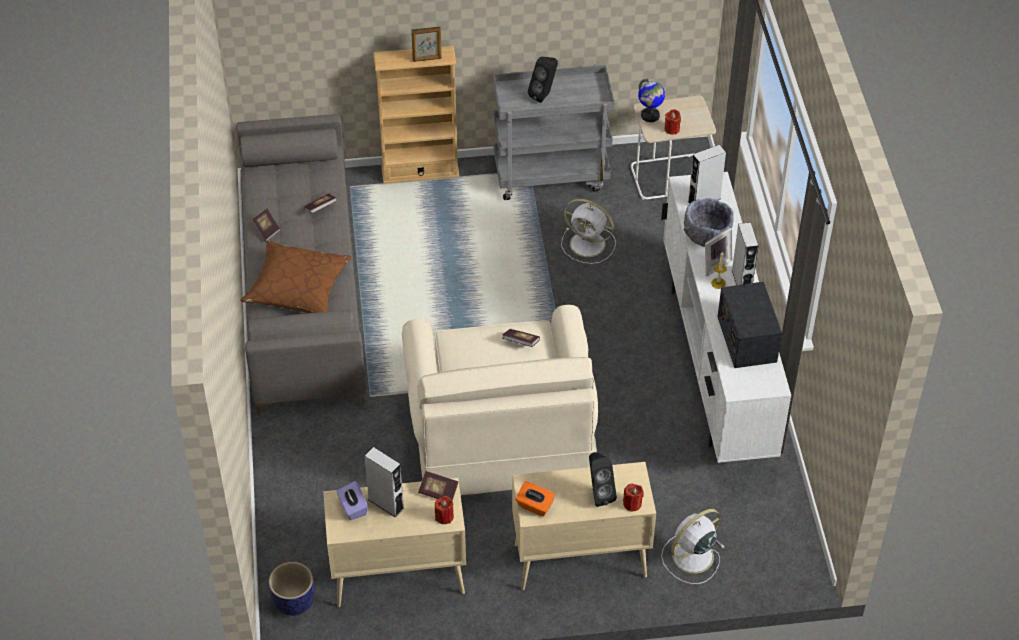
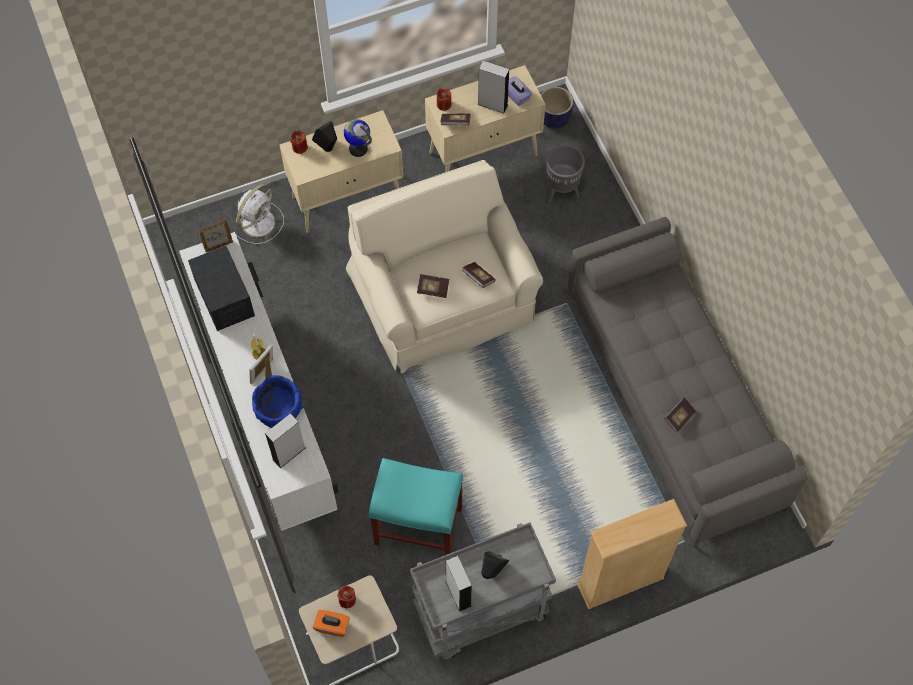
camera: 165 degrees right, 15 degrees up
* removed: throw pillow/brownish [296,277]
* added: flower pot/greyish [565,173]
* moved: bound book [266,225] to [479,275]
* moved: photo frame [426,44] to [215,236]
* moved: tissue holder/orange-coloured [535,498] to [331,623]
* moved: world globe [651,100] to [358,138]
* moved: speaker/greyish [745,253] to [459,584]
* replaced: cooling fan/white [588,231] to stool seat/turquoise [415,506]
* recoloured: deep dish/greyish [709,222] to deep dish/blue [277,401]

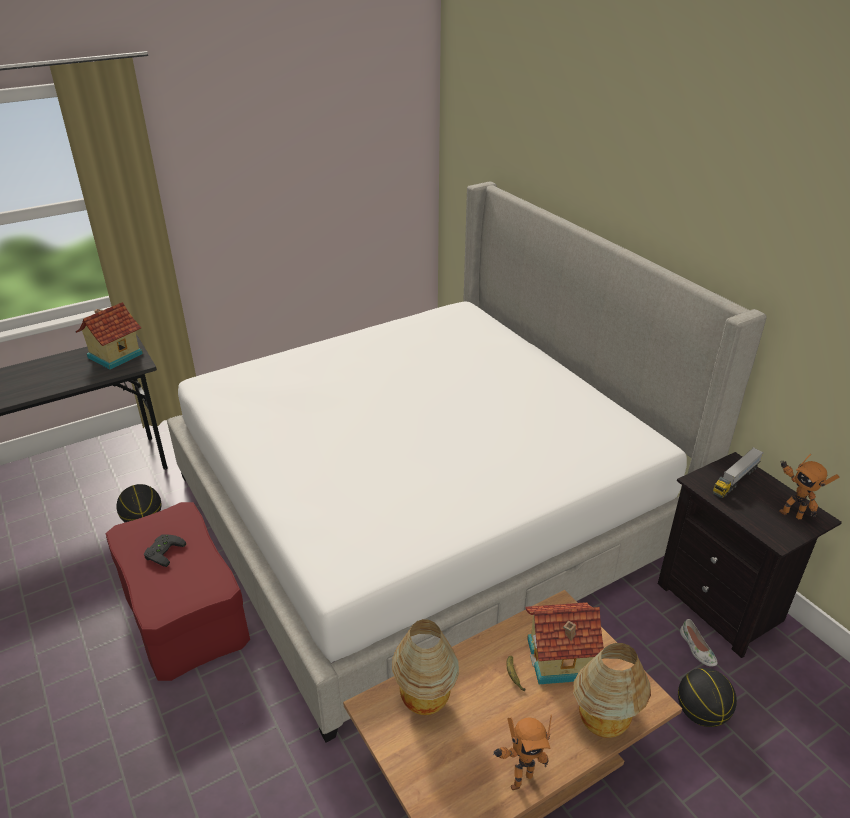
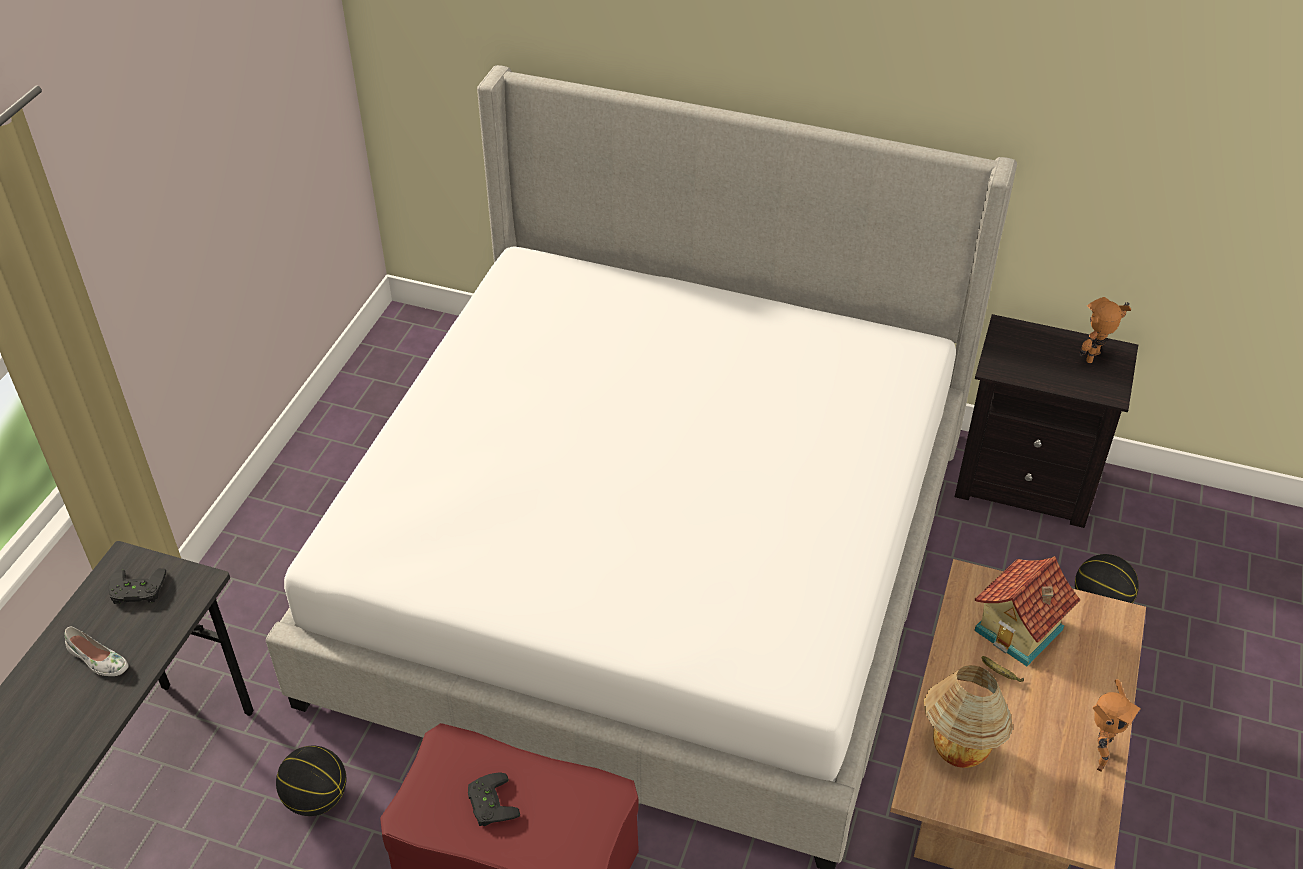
camera: 40 degrees left, 10 degrees up
* removed: table lamp [612,690]
* removed: toy truck [738,472]
* moved: item of footwear/white [699,643] to [96,651]
* replaced: toy house [109,336] to game controller/black-coloured [137,586]
* turned: robot figure [809,486] = [1106,330] 135 degrees clockwise

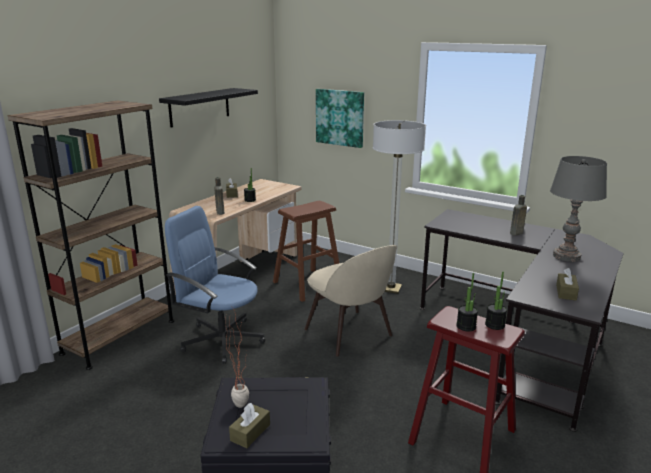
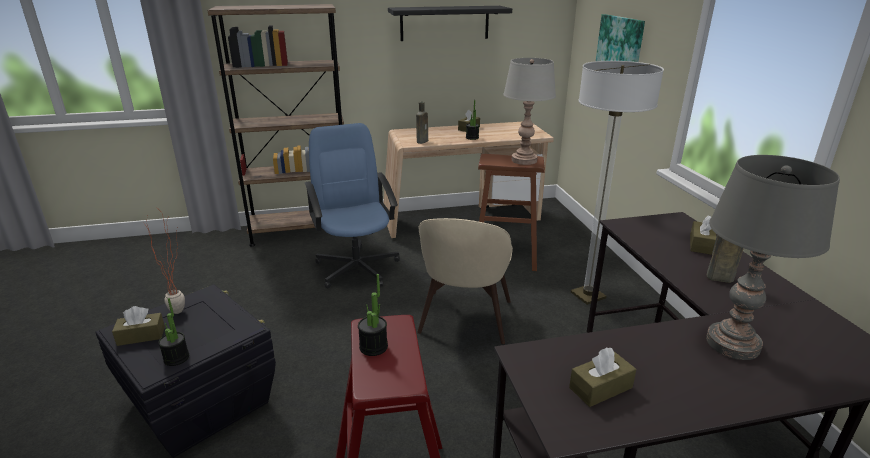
camera: 45 degrees right, 5 degrees up
* added: table lamp/greyish [529,111]
* added: tissue holder/brownish [703,235]
* moved: plant in a pot [496,301] to [173,332]

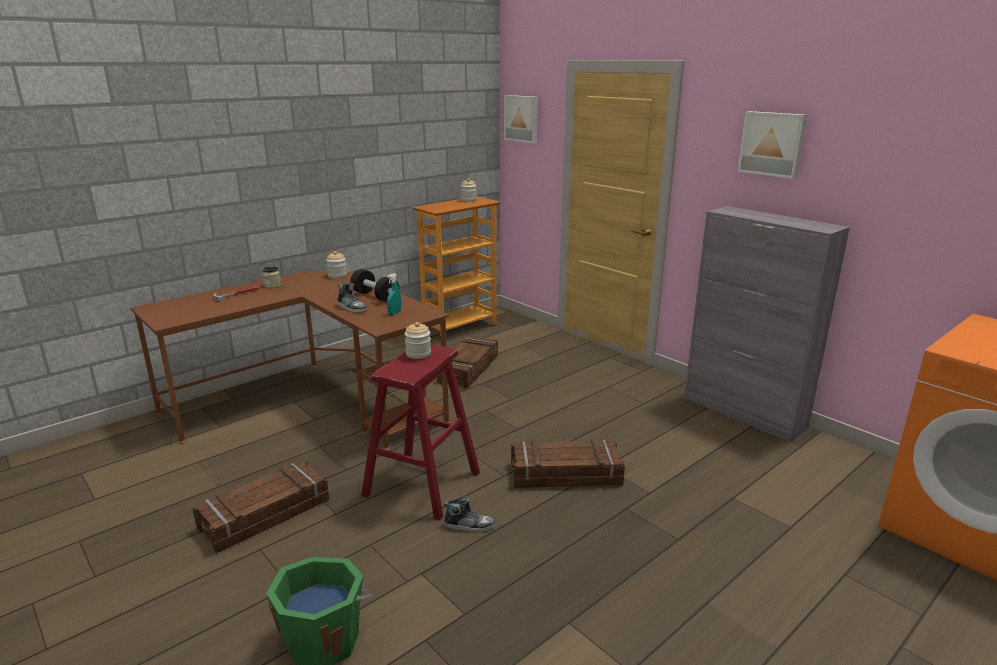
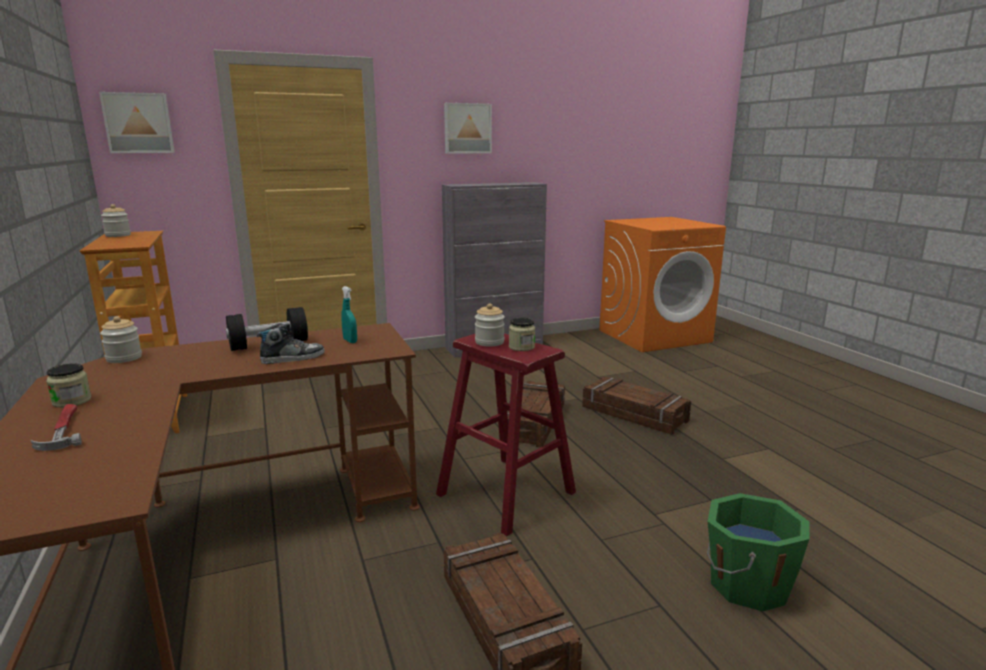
camera: 70 degrees left, 5 degrees down
* removed: item of footwear [469,514]
* added: preserve jar [522,334]
* moved: shipping crate [467,362] to [636,406]

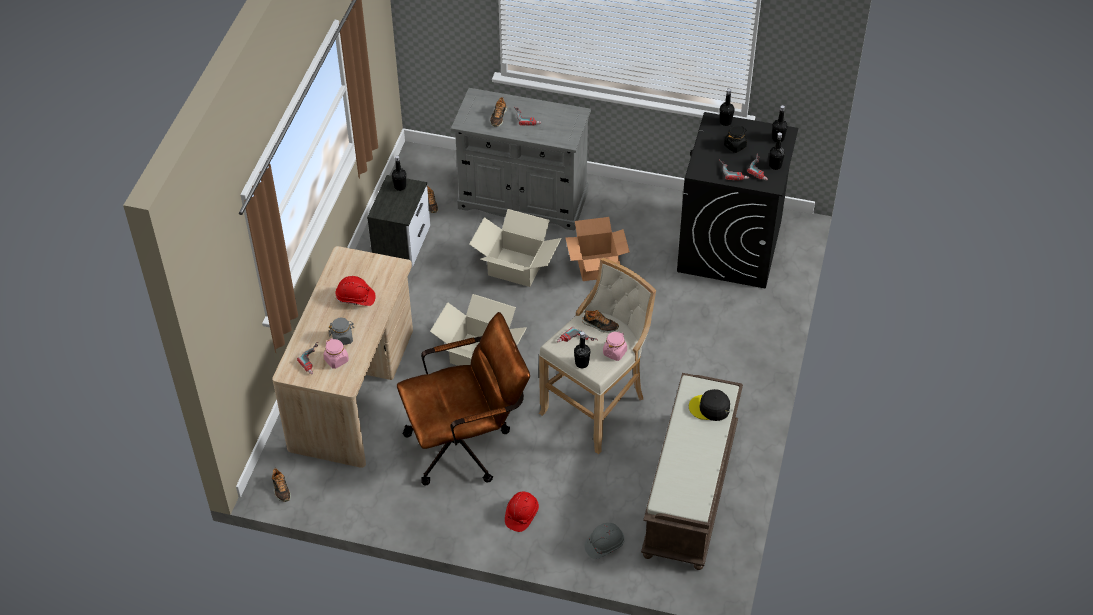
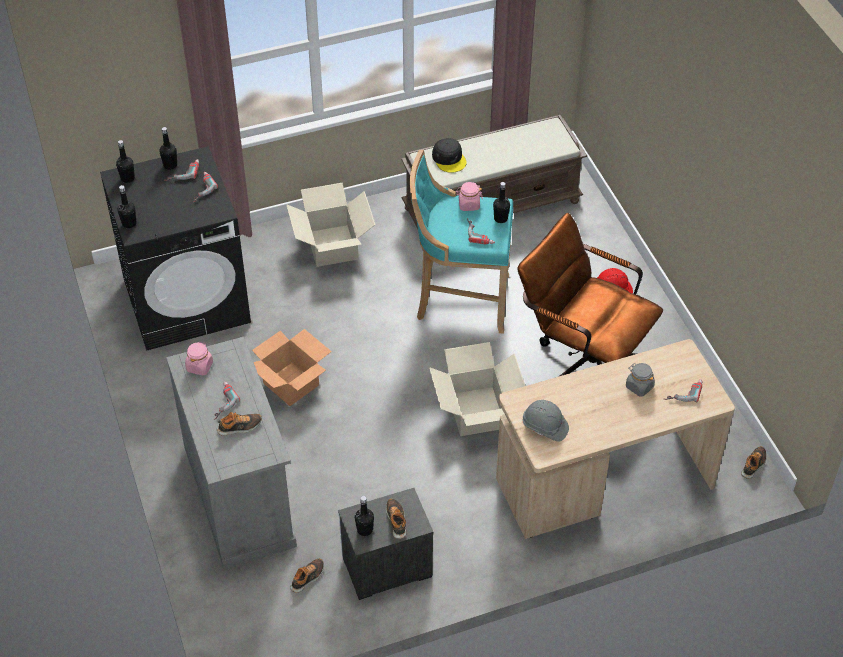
camera: 125 degrees left, 0 degrees up
* removed: hard hat/reddish [356,291]
* removed: preserve jar/black-coloured [735,139]
* moved: preserve jar/pinkish [336,354] to [199,358]
* moved: carton [515,248] to [331,225]
* moved: item of footwear [600,321] to [396,518]
* moved: hard hat/greyish [604,541] to [545,421]
* recoloured: stool seat/beige [597,356] to stool seat/turquoise [461,242]

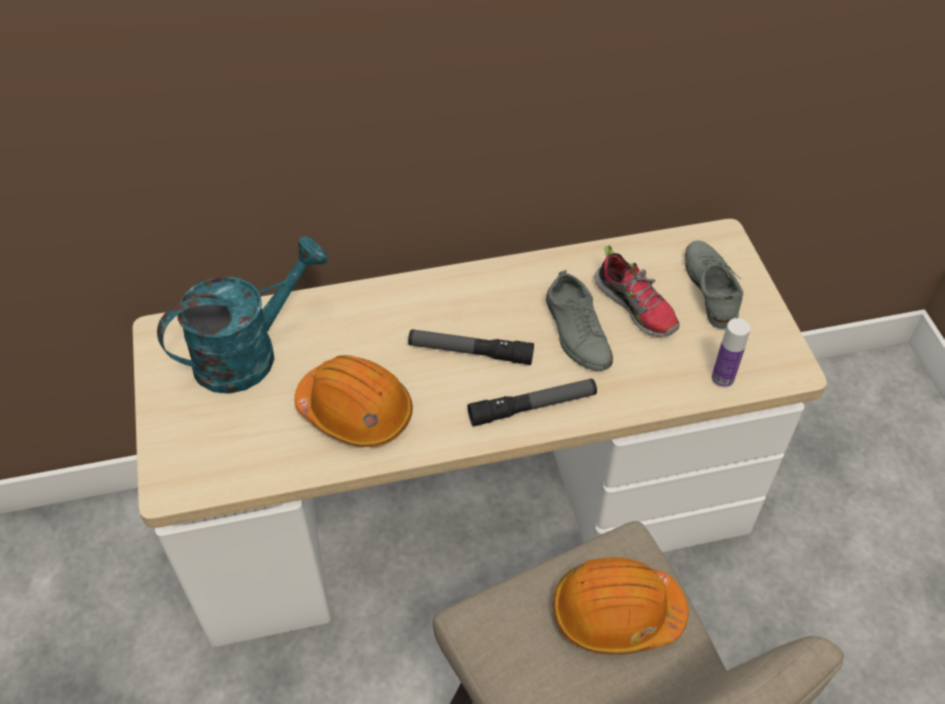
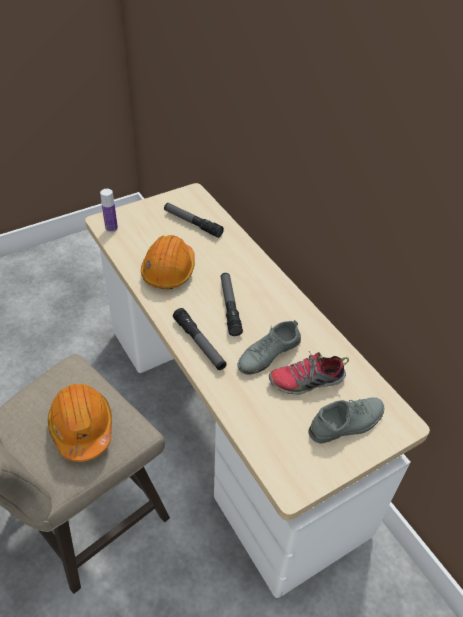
camera: 70 degrees right, 5 degrees down
* moved: bottle [731,353] to [109,210]
* replaced: watering pot/turquoise [242,315] to hand torch [194,220]
* turned: item of footwear [637,291] = [309,373] 45 degrees clockwise

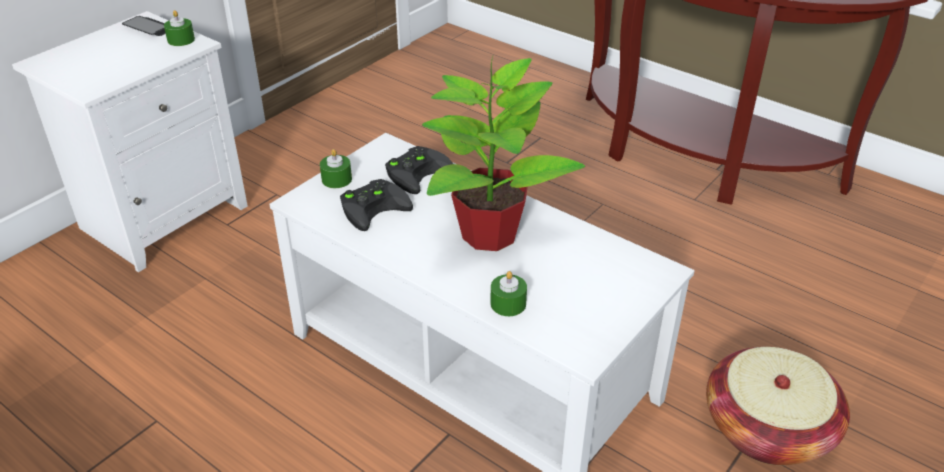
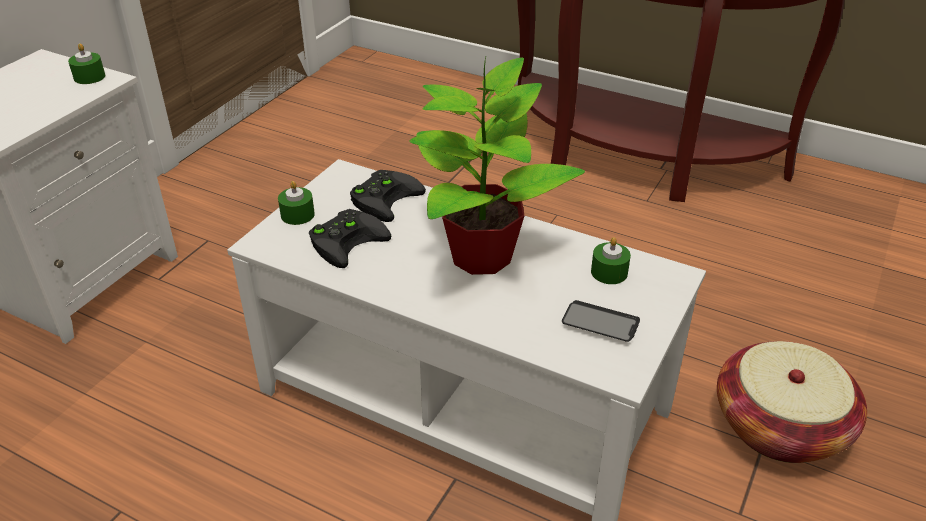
camera: 10 degrees left, 0 degrees up
* moved: telephone [144,26] to [601,321]
* moved: wax candle/greenish [508,293] to [611,260]

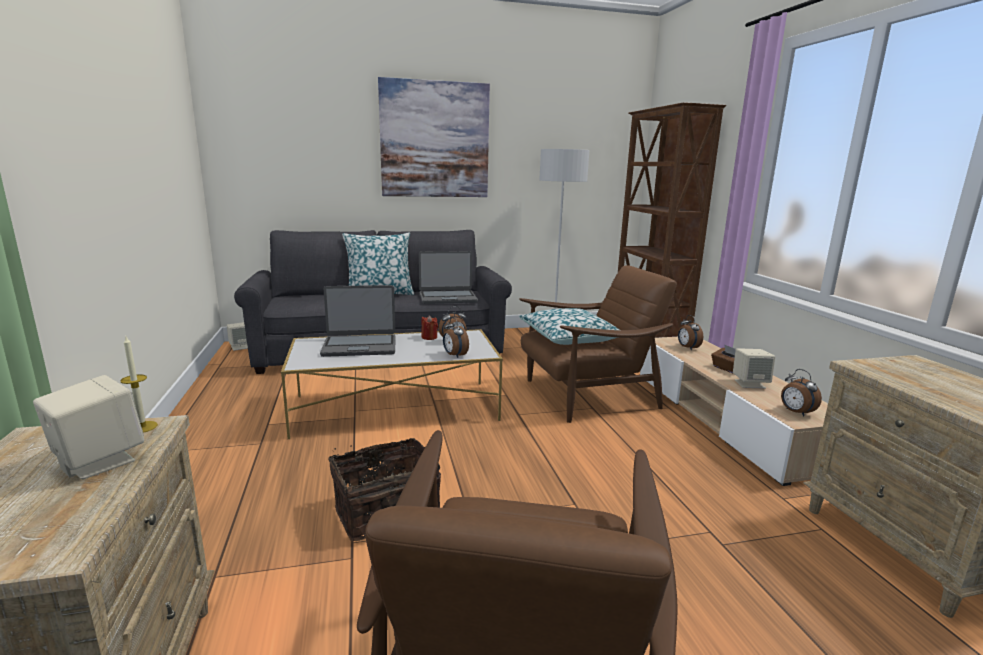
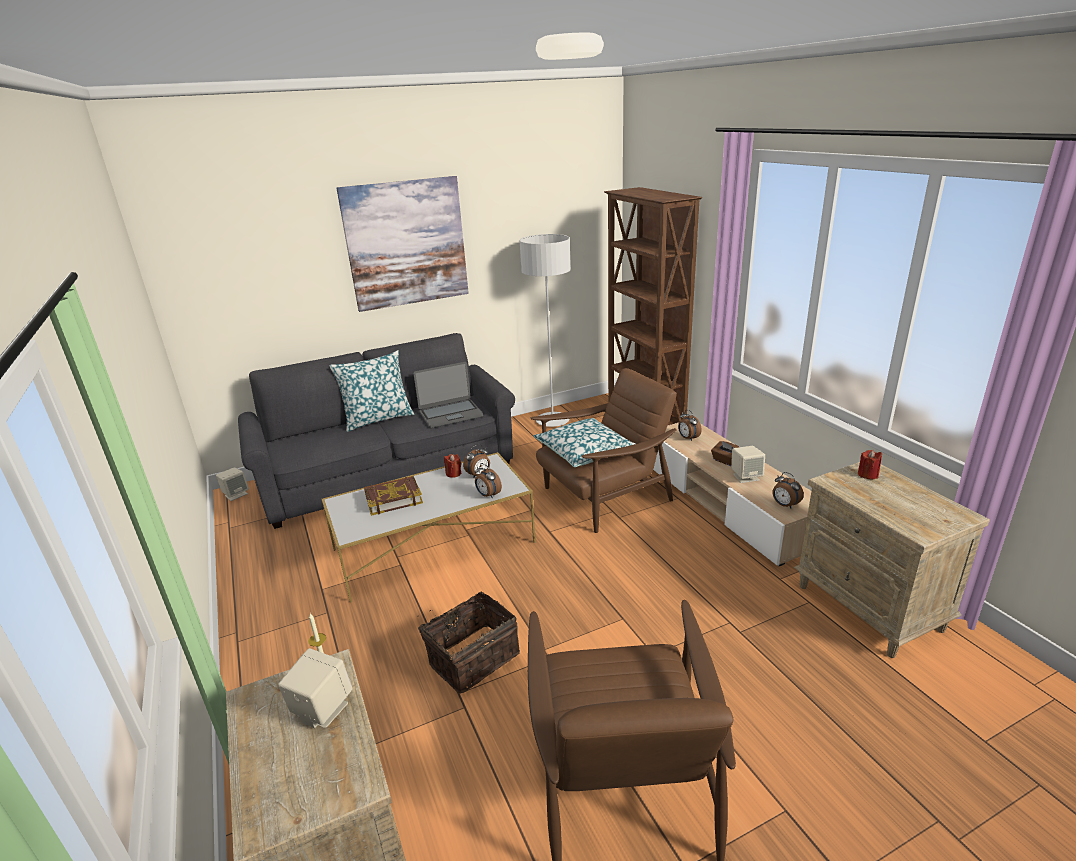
camera: 10 degrees left, 10 degrees up
* added: wax candle/reddish [870,464]
* replaced: notebook computer [358,321] to bound book [393,496]

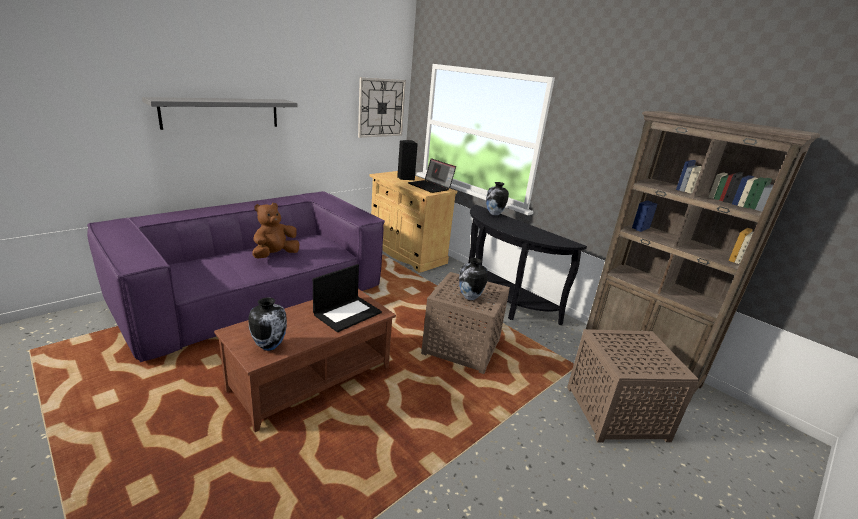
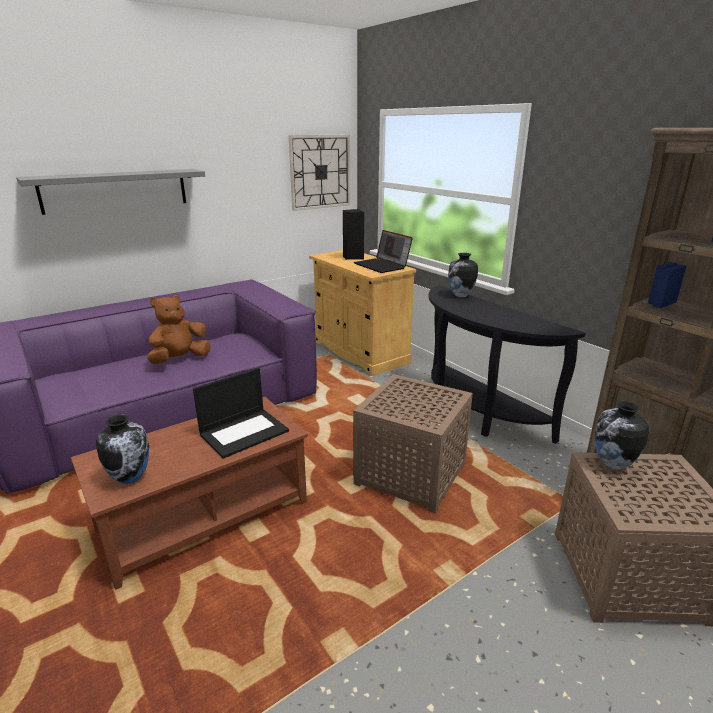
camera: 10 degrees right, 0 degrees up
* moved: vase [473,279] to [622,435]

